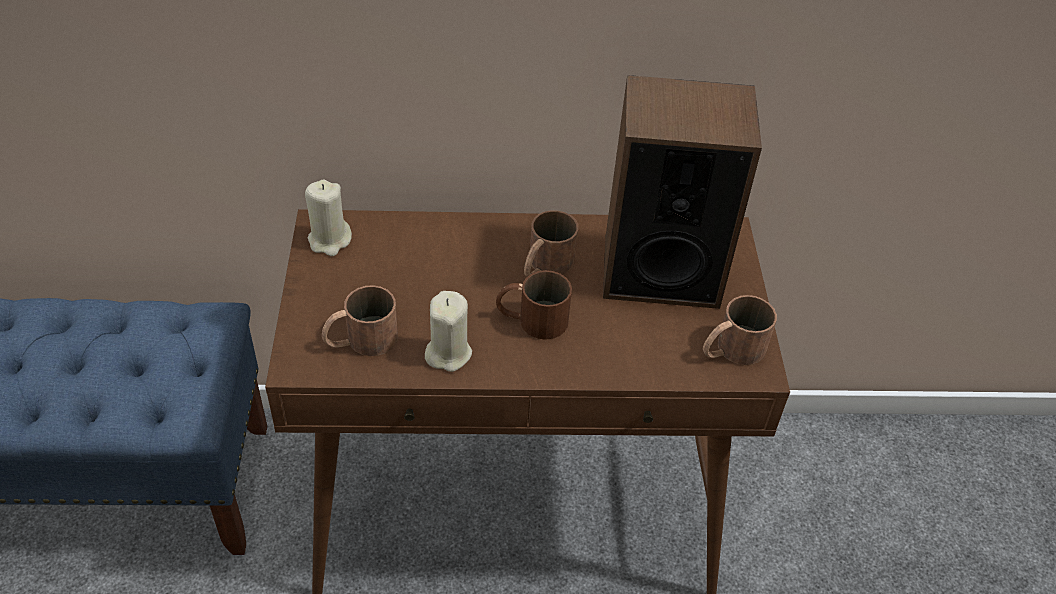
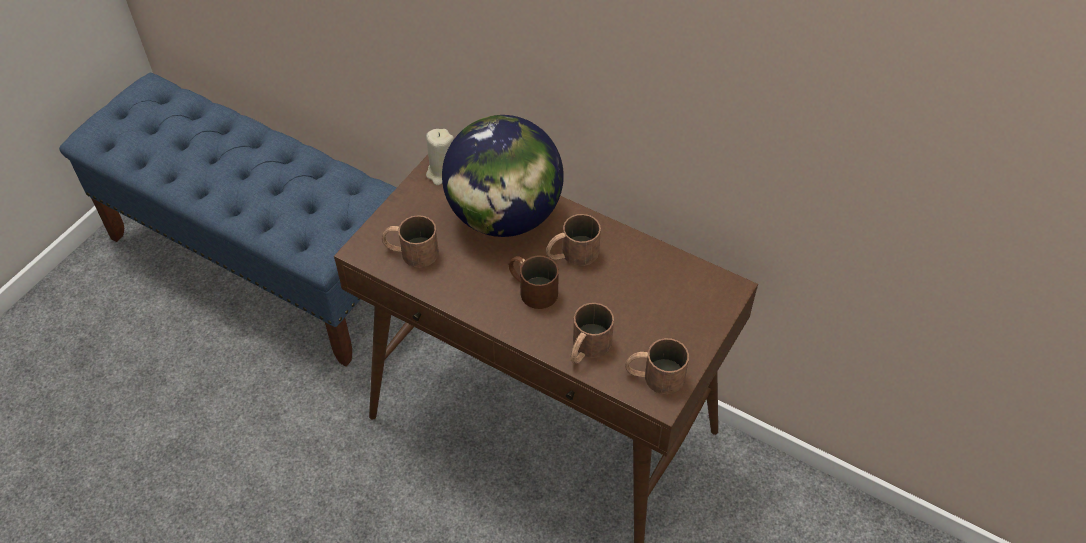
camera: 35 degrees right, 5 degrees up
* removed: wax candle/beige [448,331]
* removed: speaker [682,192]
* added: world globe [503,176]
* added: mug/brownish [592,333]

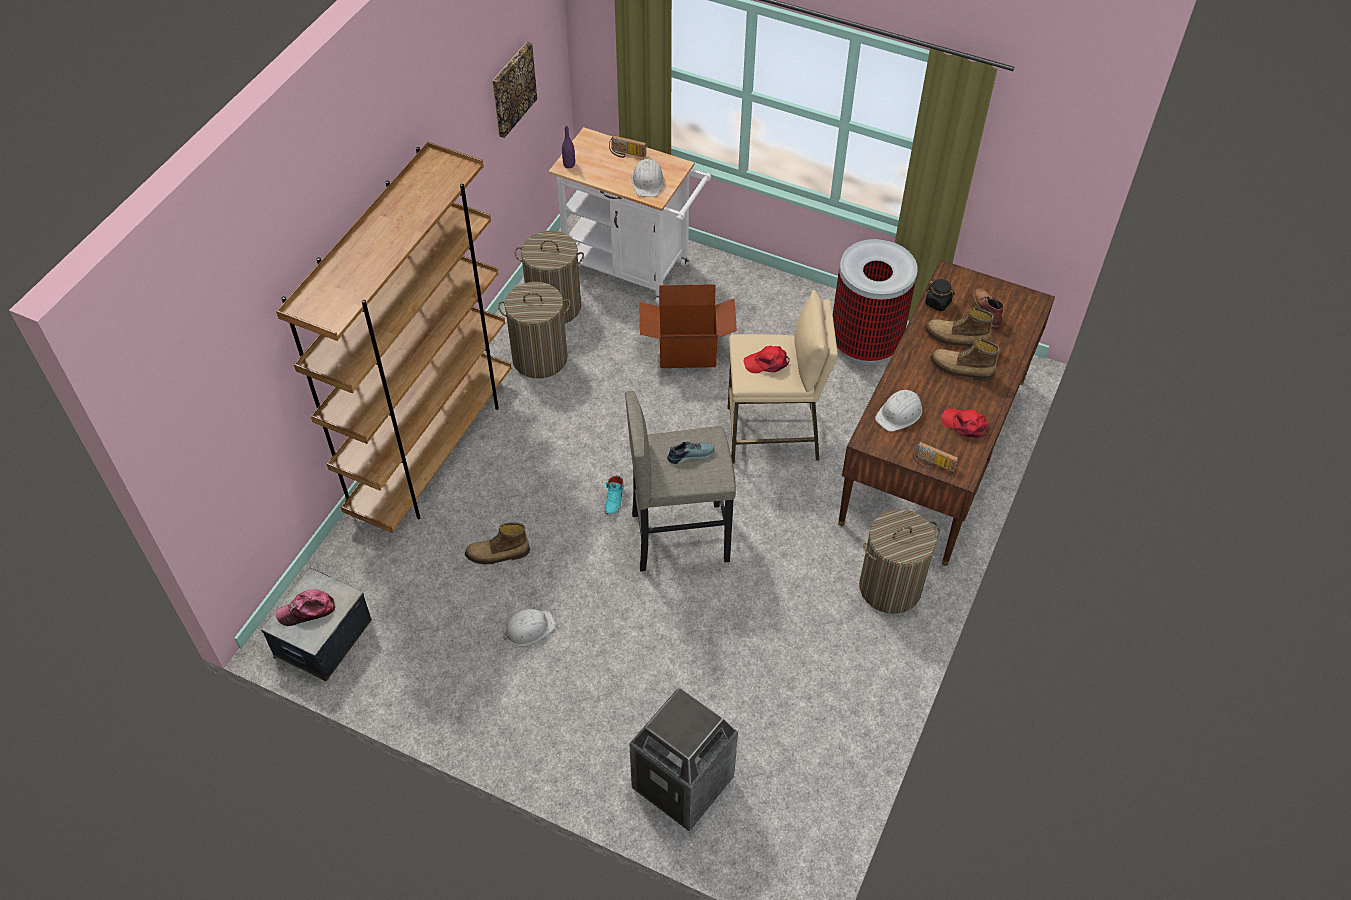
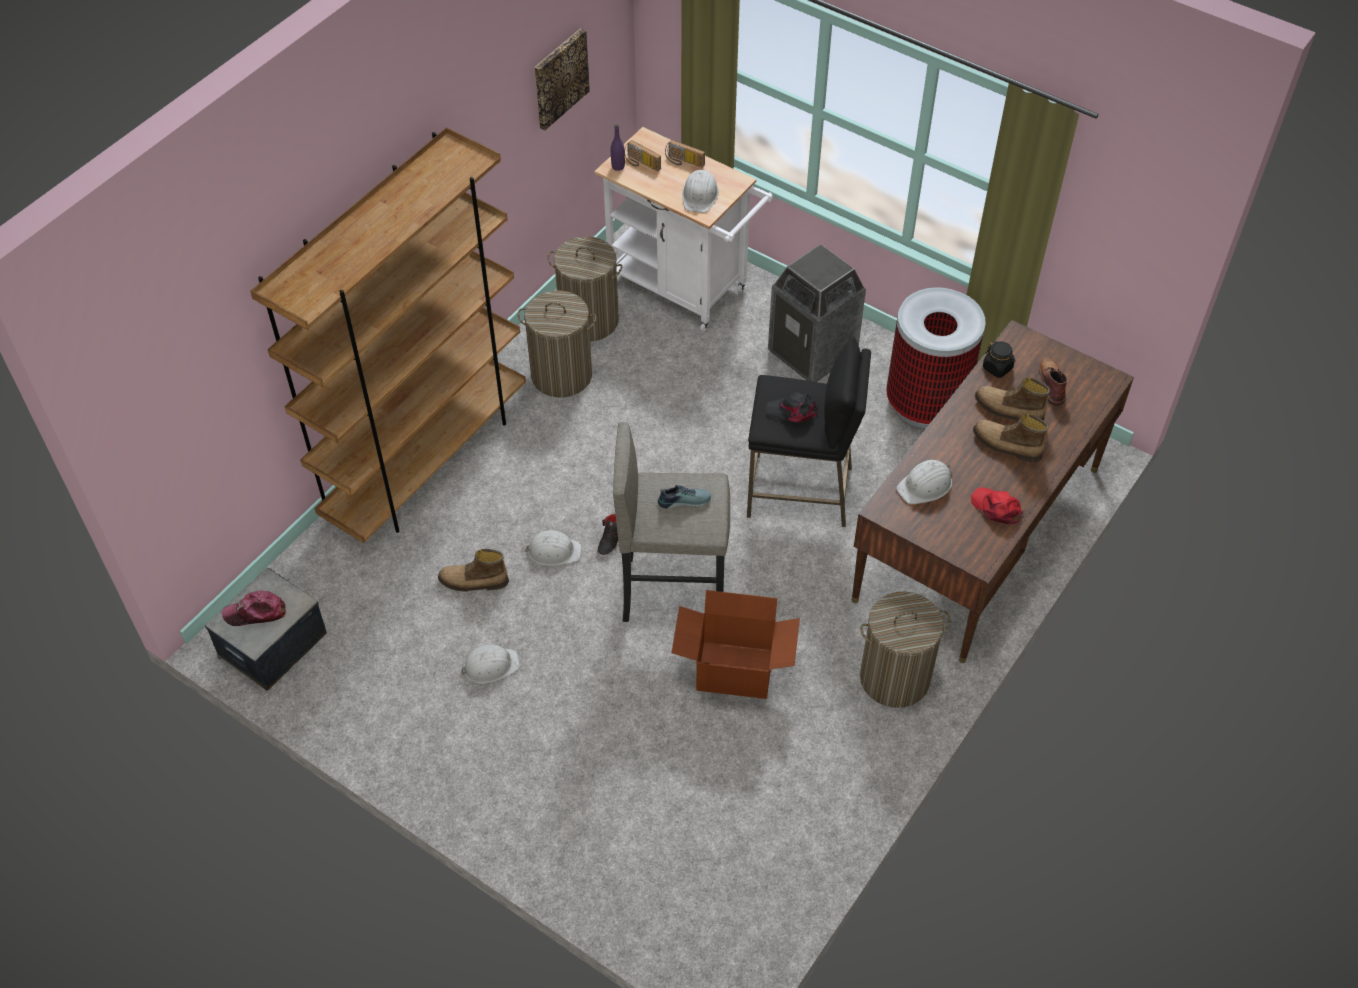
camera: 10 degrees right, 0 degrees up
* added: hard hat/white [553,548]
* moved: rubbish bin [683,759] to [817,313]
* moved: carton [688,326] to [735,644]
* moved: radio set [935,457] to [643,155]
* recoloured: item of footwear/turquoise [614,495] to item of footwear/black-coloured [607,535]
* recoloured: stool seat/beige [783,376] to stool seat/black-coloured [809,431]
* recoloured: cap/reddish [766,360] to cap/black-coloured [792,407]

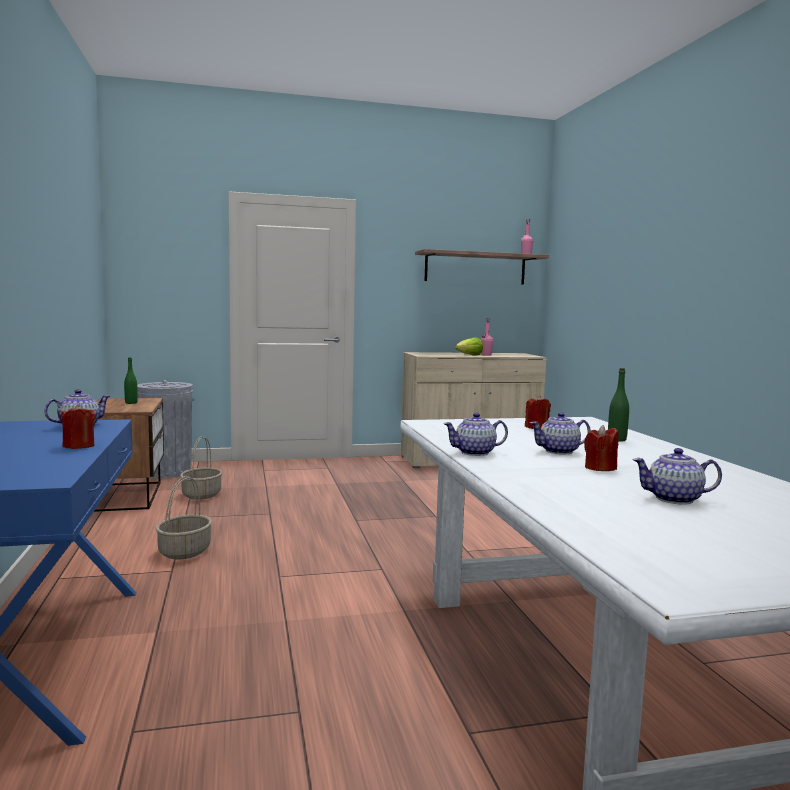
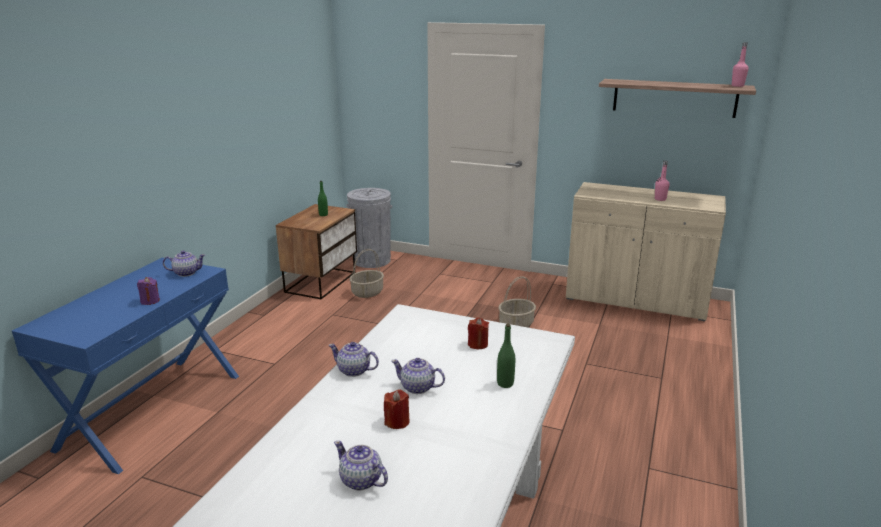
camera: 35 degrees right, 15 degrees up
* removed: lettuce head [469,346]
* moved: household basket [183,518] to [517,301]
* recoloured: wax candle/reddish [78,426] to wax candle/purple [148,291]

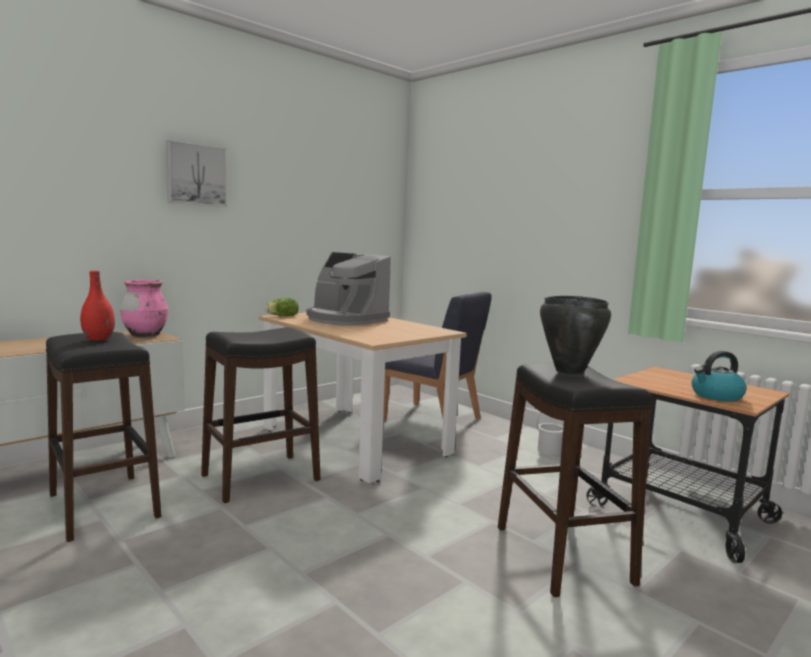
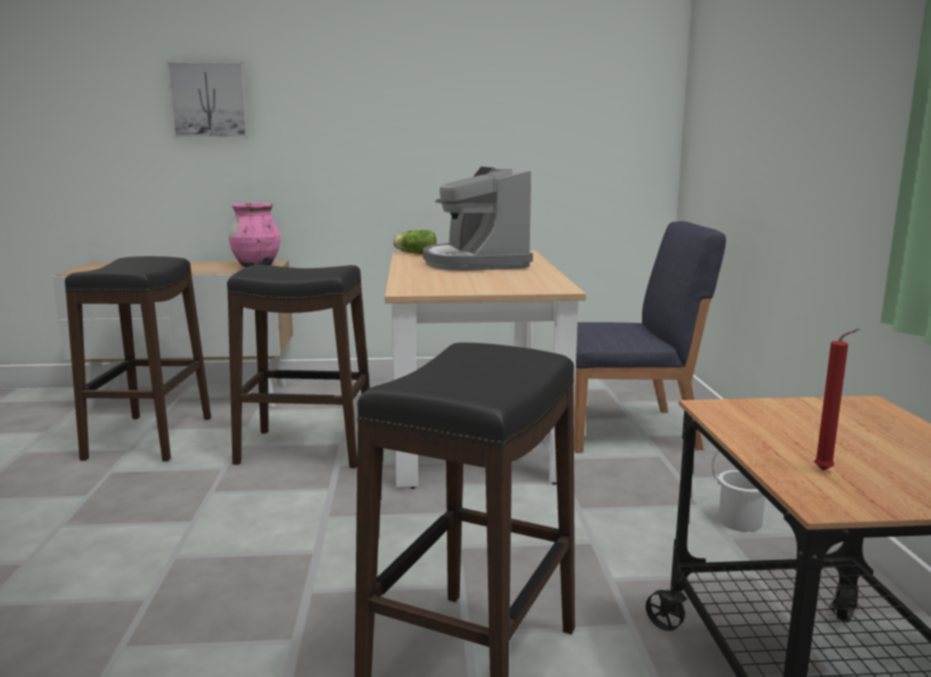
camera: 40 degrees right, 5 degrees up
* removed: vase/reddish [97,306]
* removed: stockpot/black-coloured [575,335]
* moved: wall picture [196,173] to [208,100]
* replaced: kettle [719,376] to wax candle/reddish [837,400]
* turned: upright chair/blue [437,356] = [650,337] 75 degrees counterclockwise

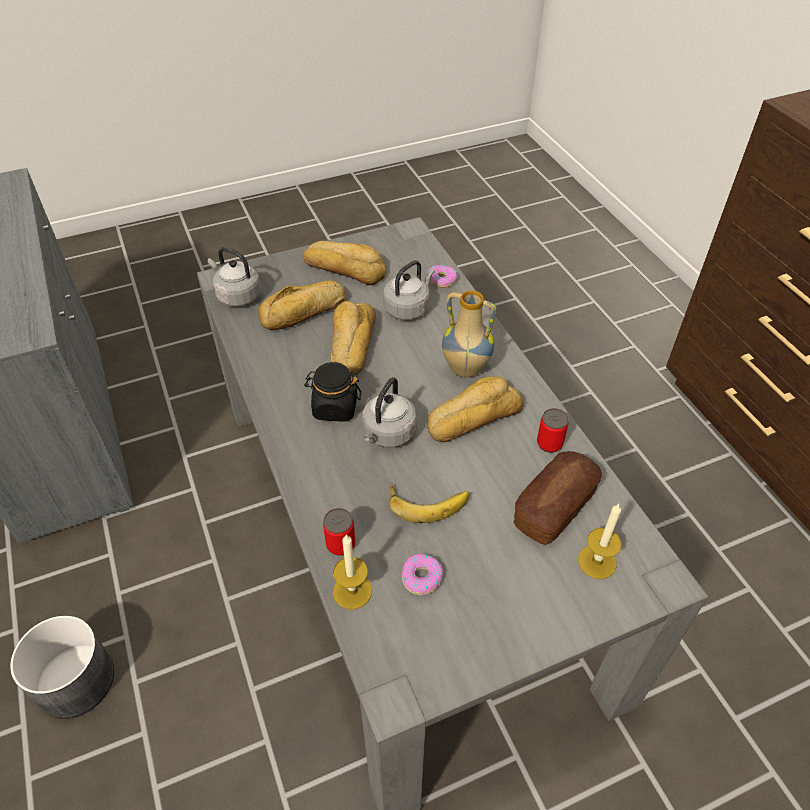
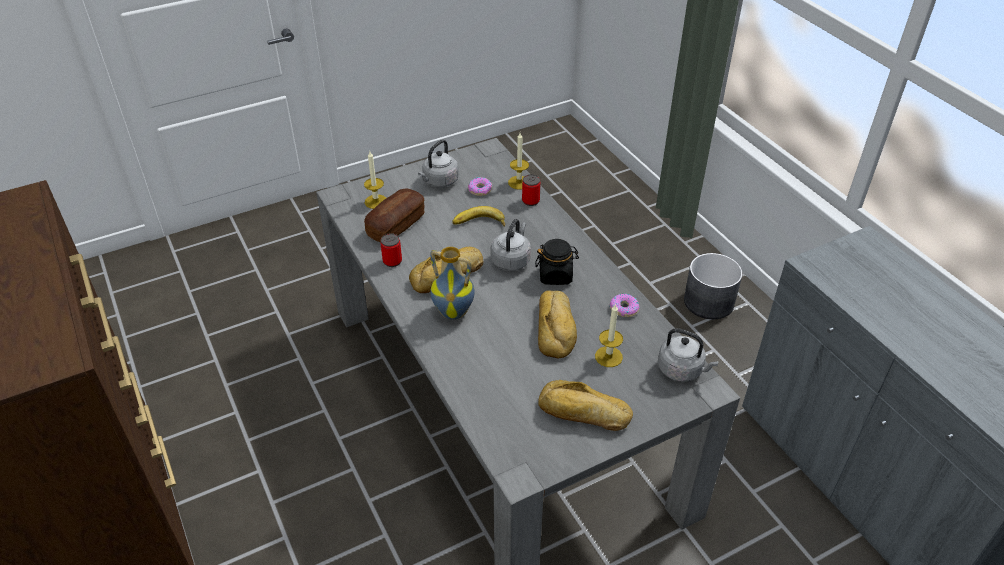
camera: 175 degrees right, 5 degrees down
* moved: kettle/greyish [409,290] to [438,163]
* moved: doughnut [442,276] to [624,305]
* replaced: bread [302,305] to wax candle [609,335]

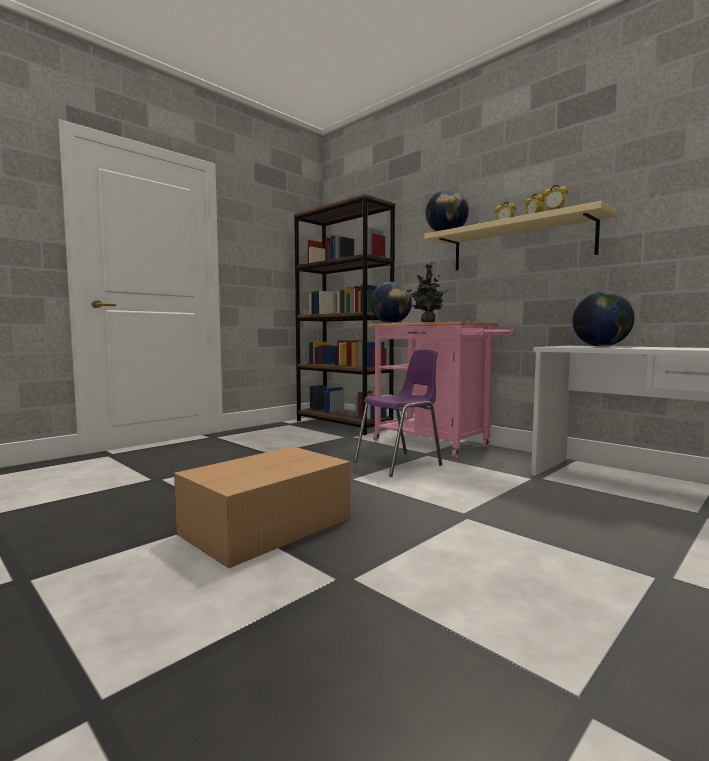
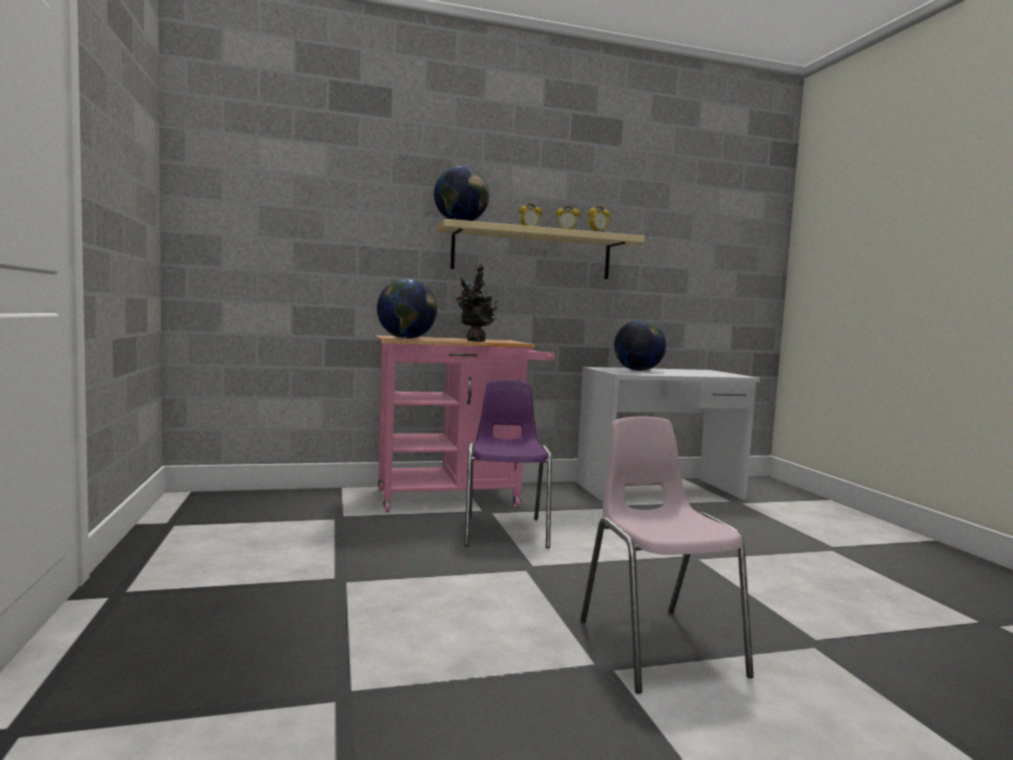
camera: 60 degrees left, 0 degrees up
* removed: shelving unit/brownish [345,314]
* replaced: carton [262,507] to upright chair/pinkish [667,555]

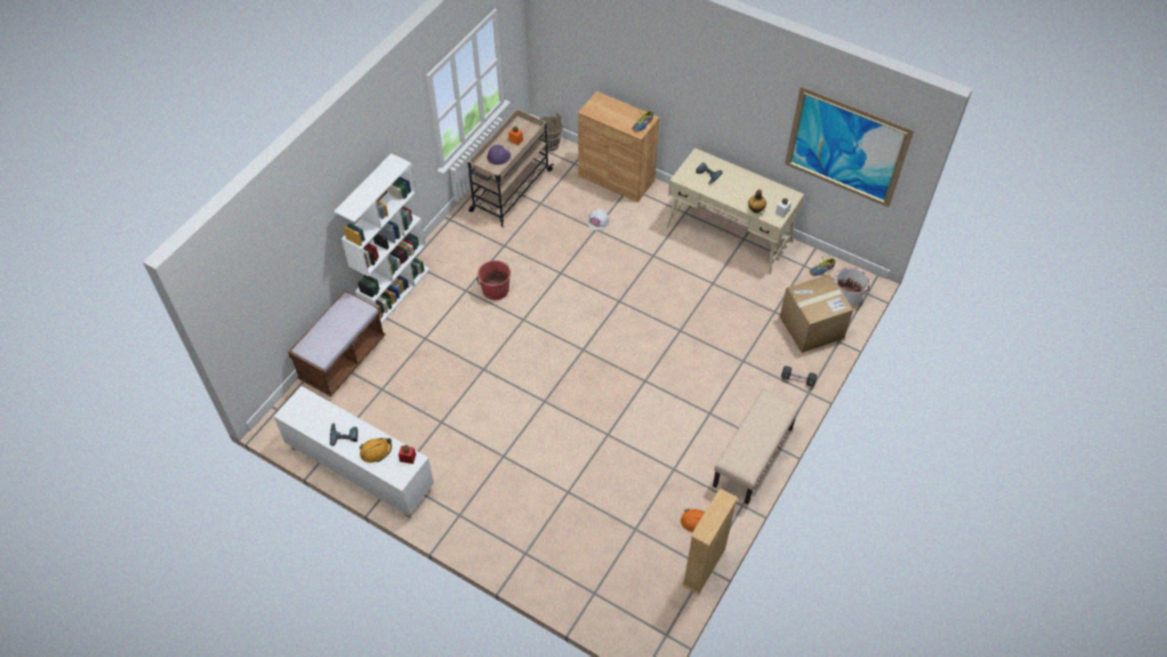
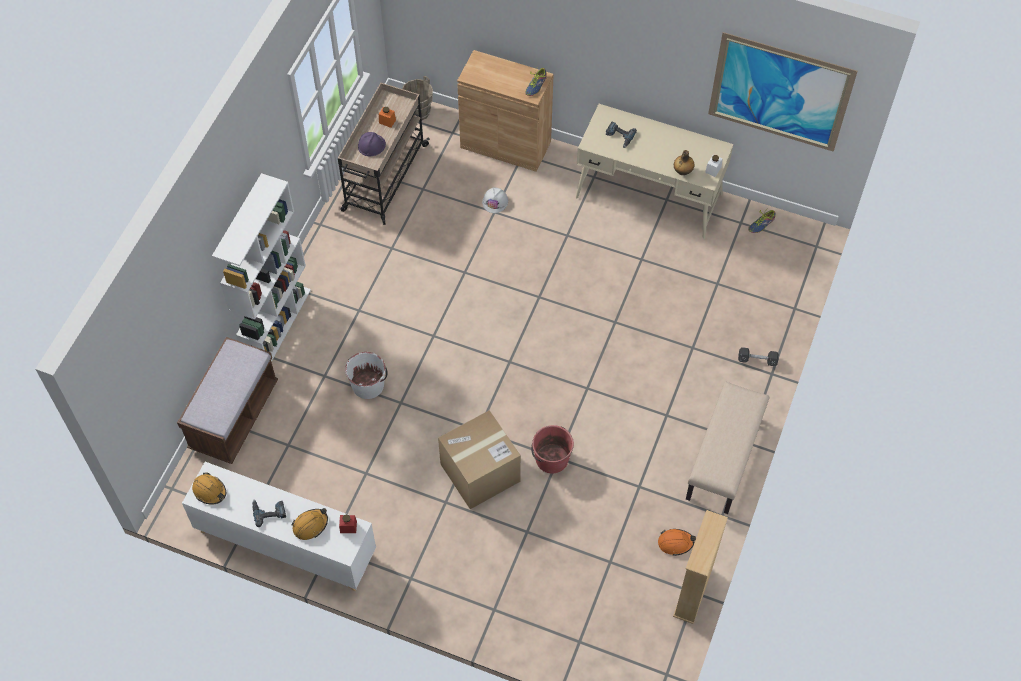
camera: 10 degrees left, 5 degrees up
* added: hard hat/orange-coloured [209,489]
* moved: bucket/reddish [494,280] to [552,449]
* moved: carton [816,313] to [479,459]
* moved: bucket/white [852,287] to [366,375]

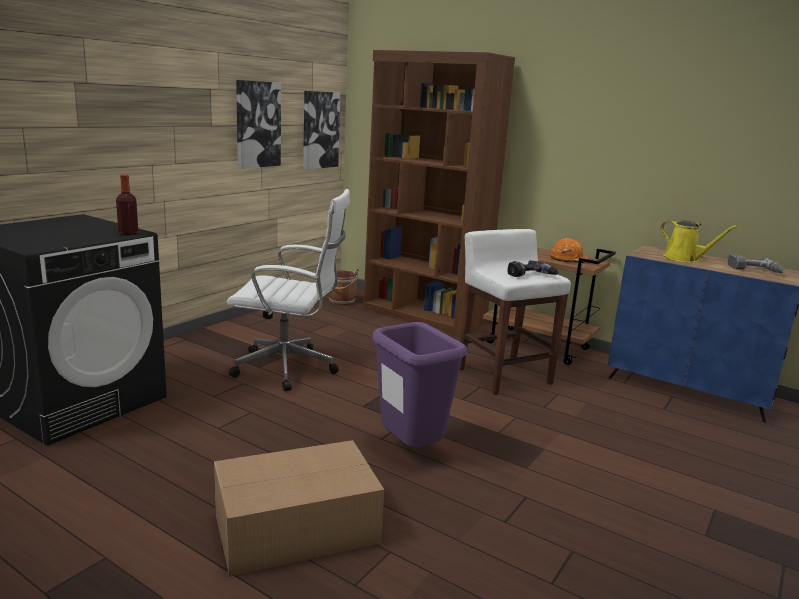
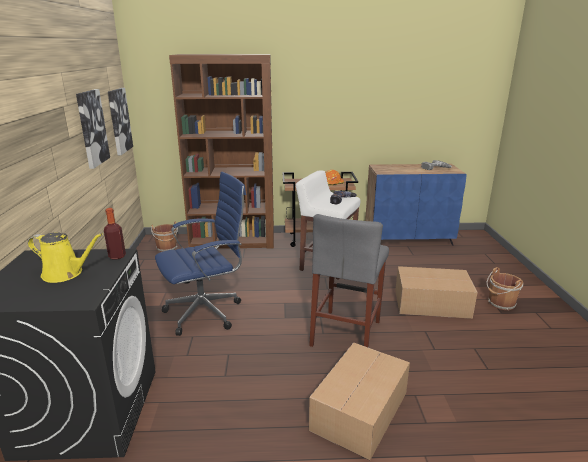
camera: 35 degrees left, 5 degrees up
* added: carton [436,292]
* added: bucket/brownish [504,288]
* moved: watering pot/yellow-coloured [699,242] to [65,257]
* replaced: rubbish bin/purple [419,384] to stool seat/greyish [349,281]
* recoloured: computer chair/white [288,290] to computer chair/blue [200,253]

